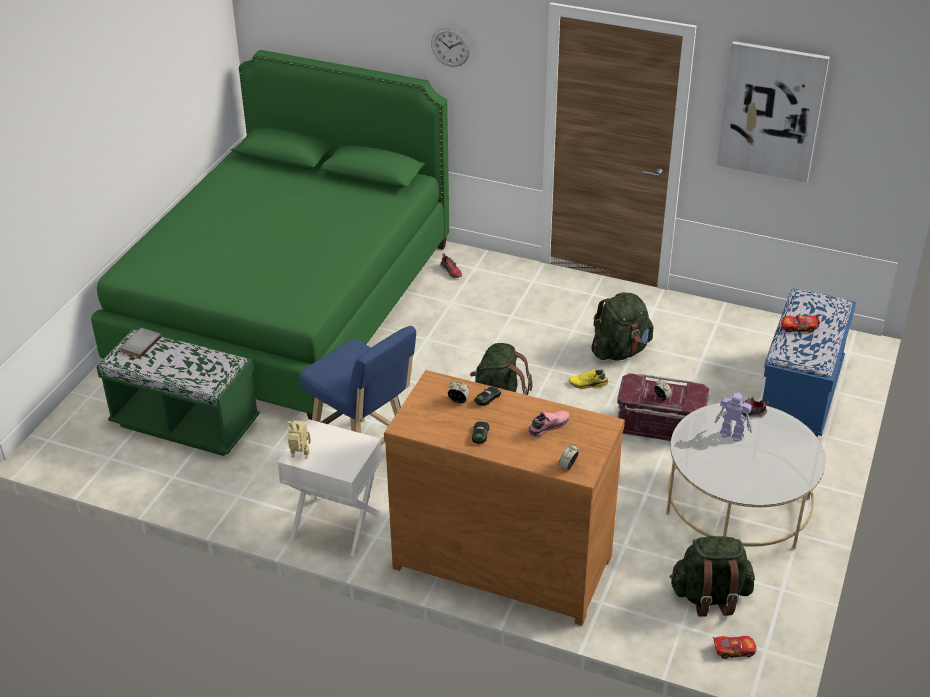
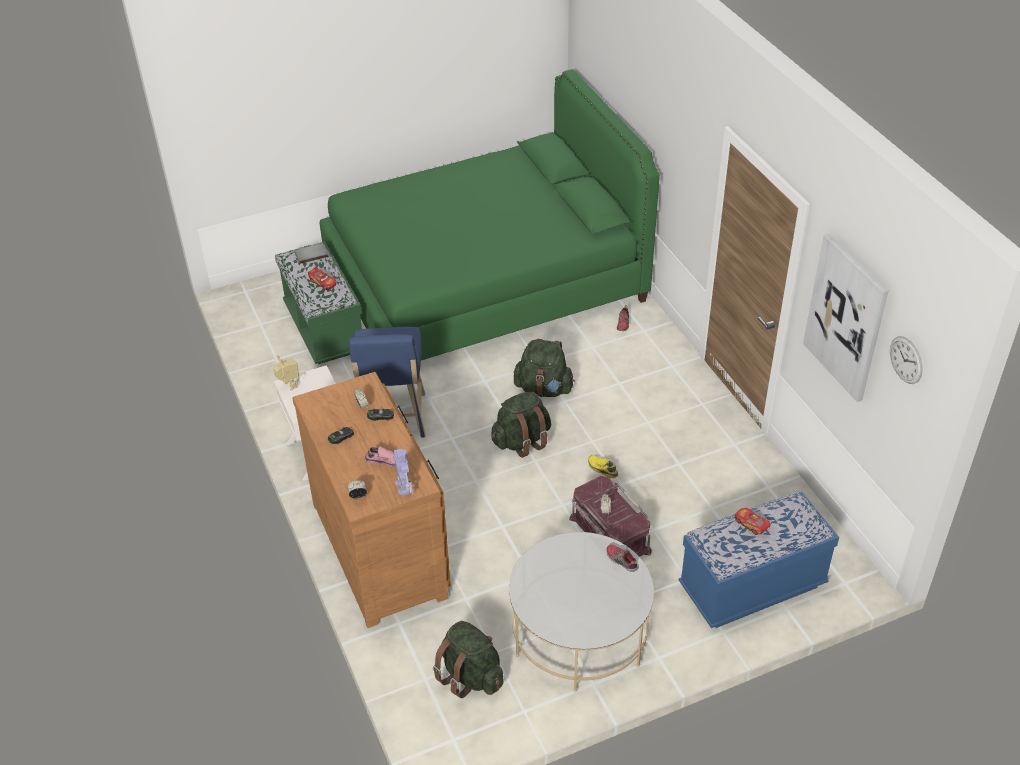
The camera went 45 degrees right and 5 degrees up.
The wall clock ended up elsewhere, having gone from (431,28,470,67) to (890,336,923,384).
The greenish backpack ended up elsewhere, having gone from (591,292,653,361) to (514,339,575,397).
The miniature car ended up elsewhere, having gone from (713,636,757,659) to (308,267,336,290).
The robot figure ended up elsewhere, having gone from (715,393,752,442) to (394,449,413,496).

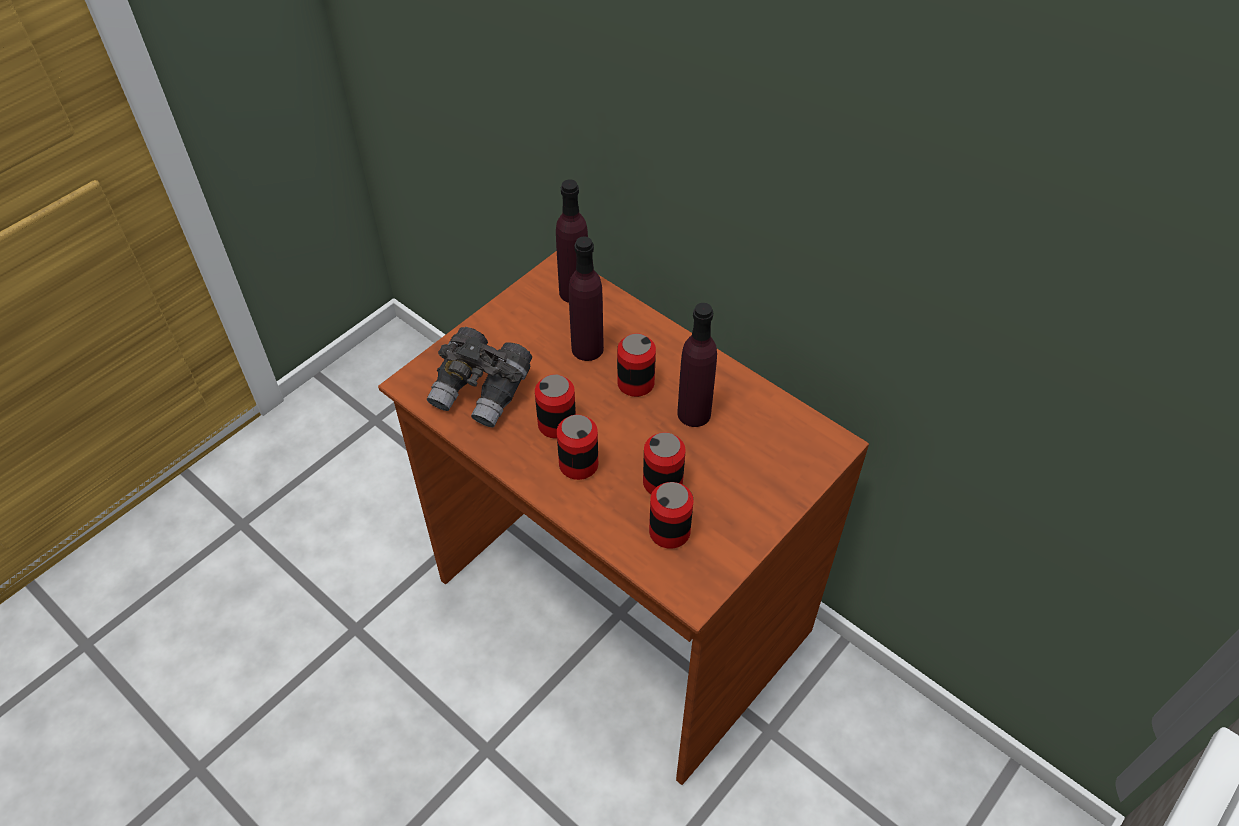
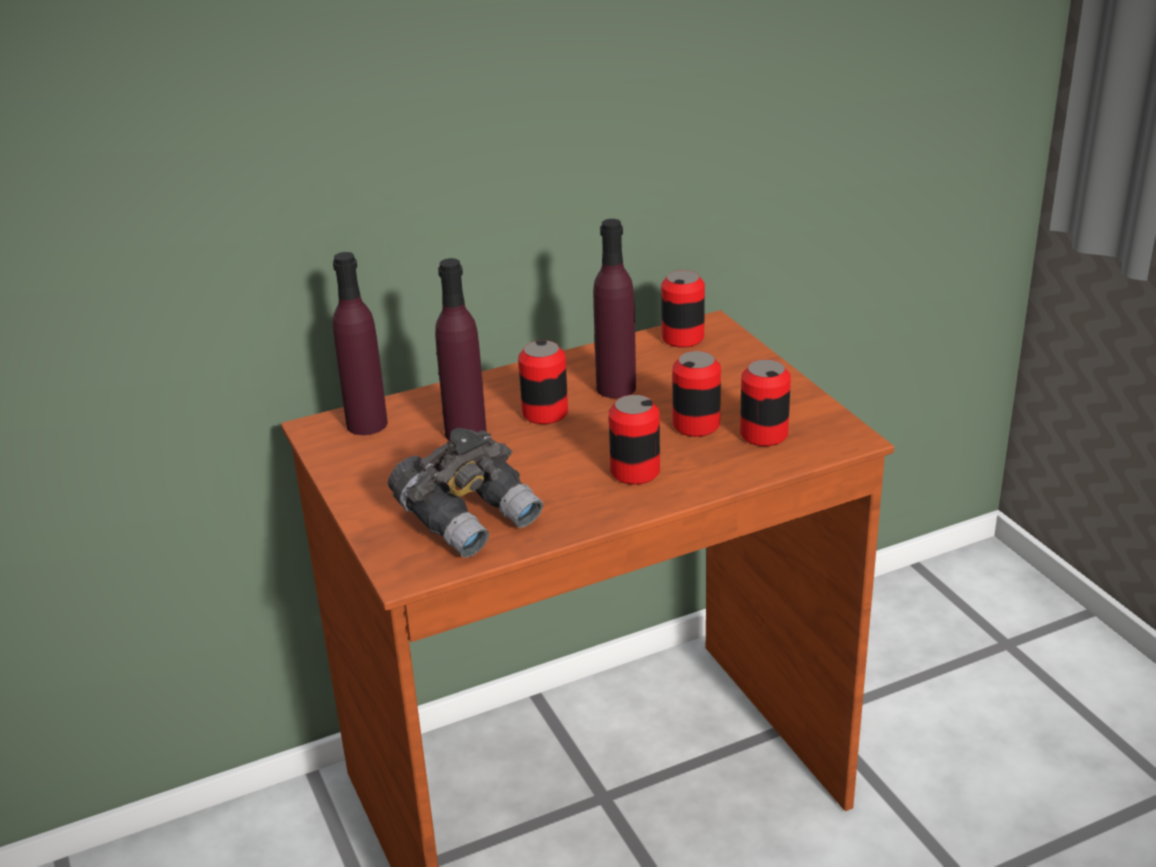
The camera went 65 degrees left and 20 degrees down.
The can ended up elsewhere, having gone from (535,374,576,439) to (661,270,705,348).

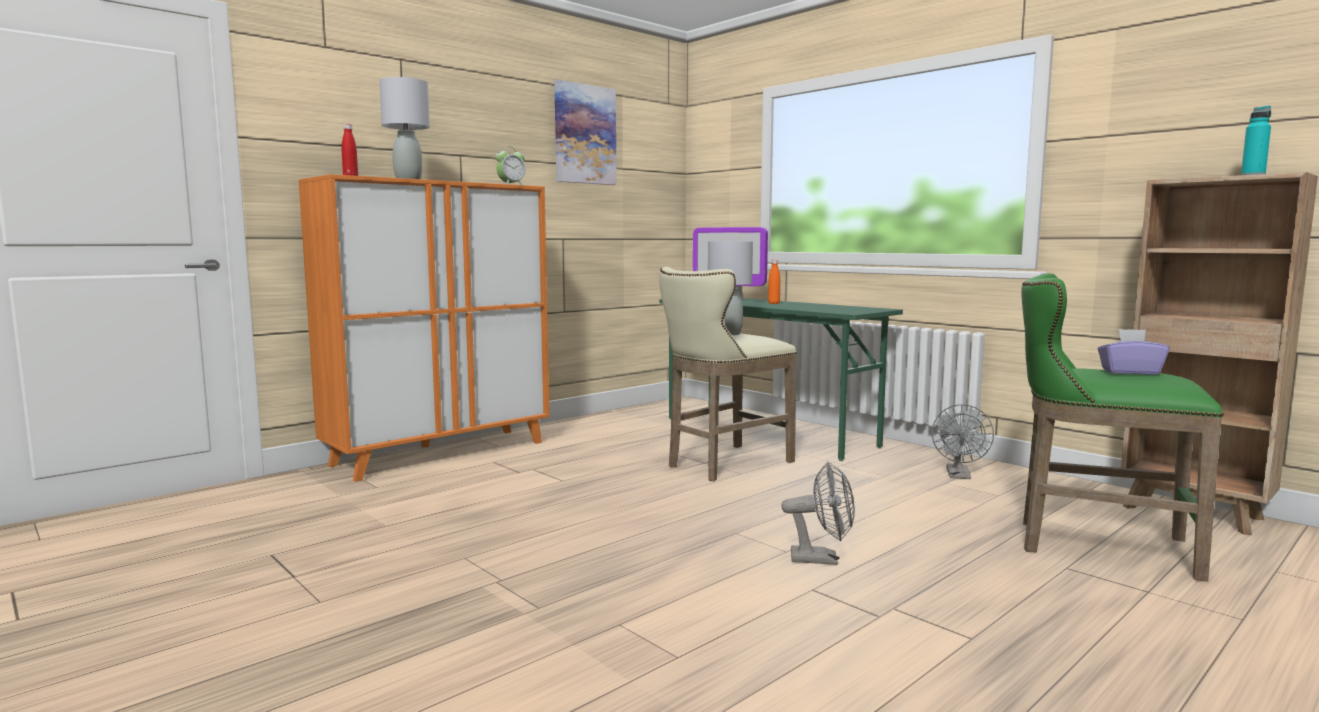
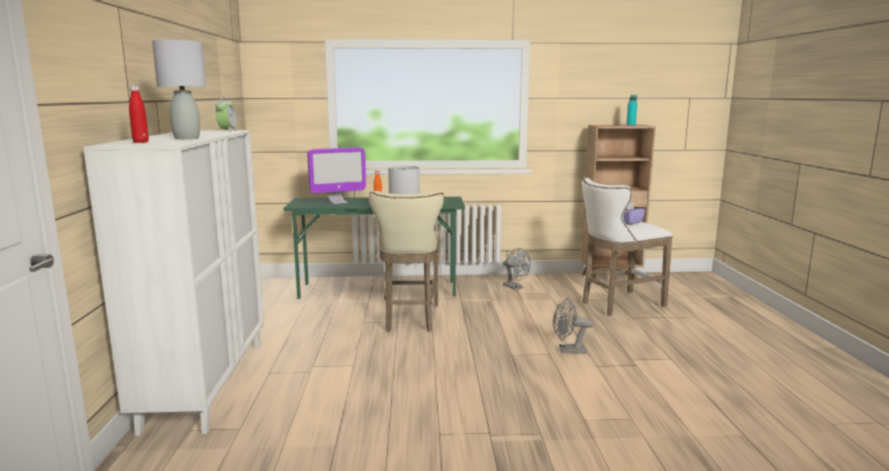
The camera went 50 degrees left and 5 degrees up.
The second view lost the wall art at (554,80,617,185).
What was the orange cupboard at (299,174,550,482) turned into the white-coloured cupboard at (84,130,265,436).
What was the greenish sitting stool at (1021,273,1224,582) turned into the white-coloured sitting stool at (582,178,673,316).
The gray fan at (781,462,855,565) ended up facing another way, 135 degrees counterclockwise from before.

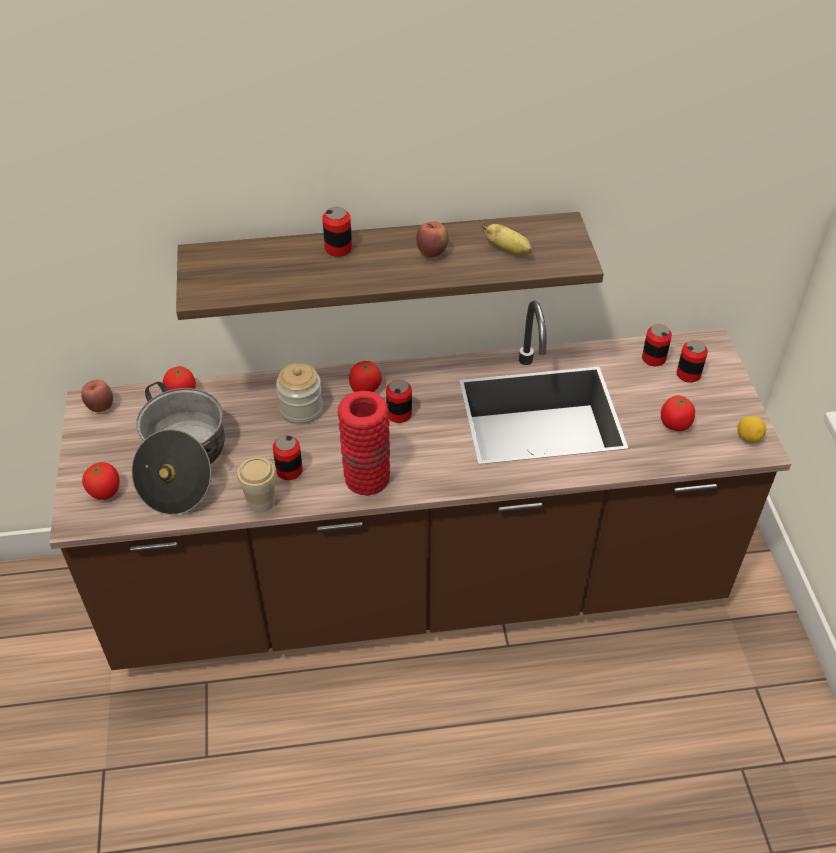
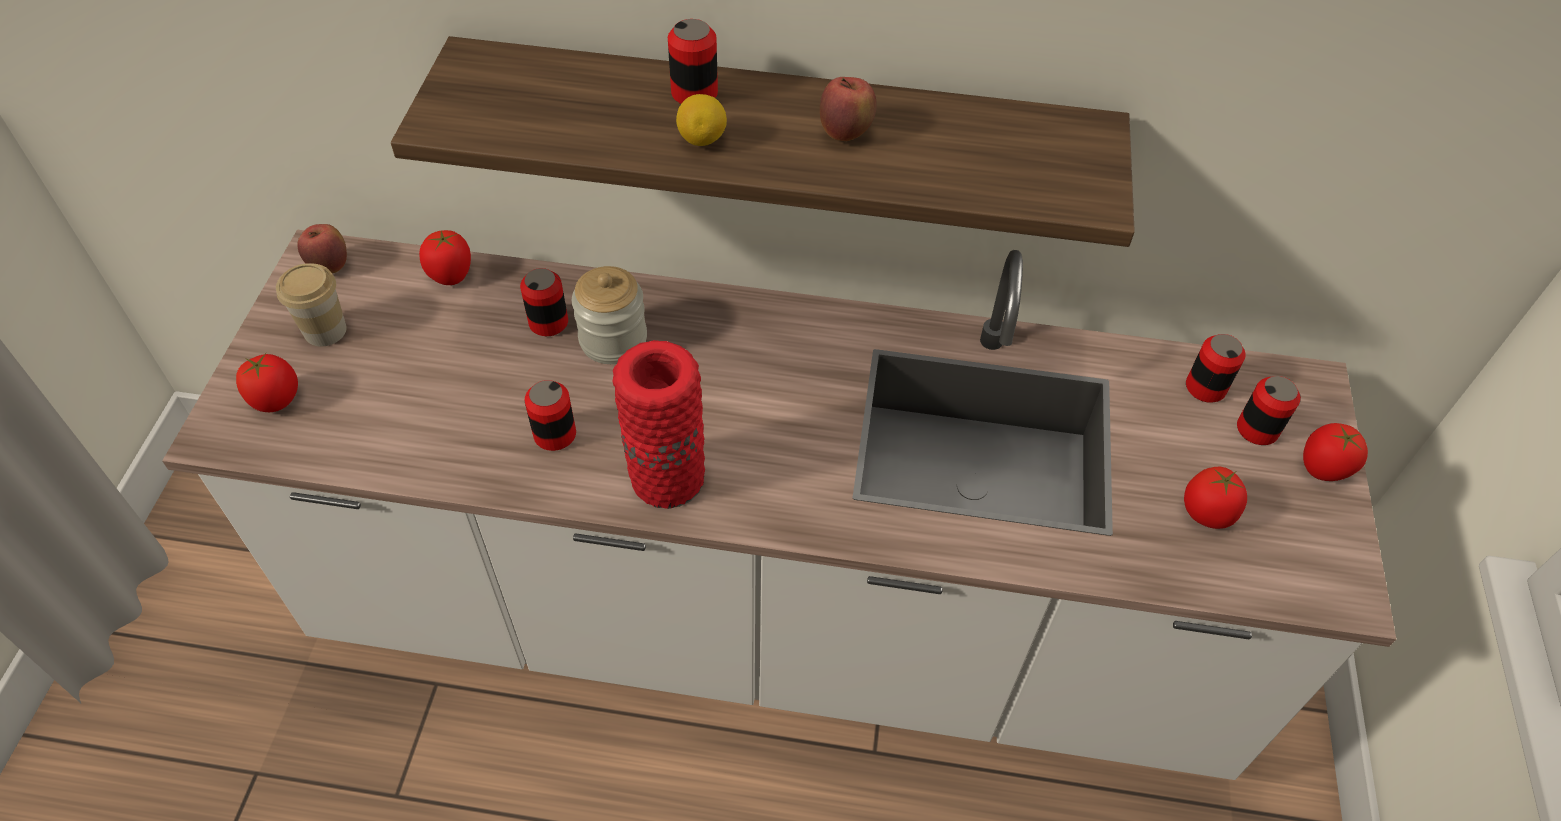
The camera went 15 degrees right and 5 degrees up.
The second view lost the cooking pot at (131,382,225,515).
The second view lost the banana fruit at (481,222,532,255).
The cup ended up elsewhere, having gone from (237,457,276,512) to (276,263,346,347).
The whole tomato ended up elsewhere, having gone from (349,361,382,392) to (1303,423,1368,481).
The can ended up elsewhere, having gone from (386,380,412,423) to (520,268,568,336).
The lemon ended up elsewhere, having gone from (737,416,766,443) to (676,94,727,146).
What was the brownish kitchen counter at (49,301,791,670) turned into the white-coloured kitchen counter at (162,230,1397,780).

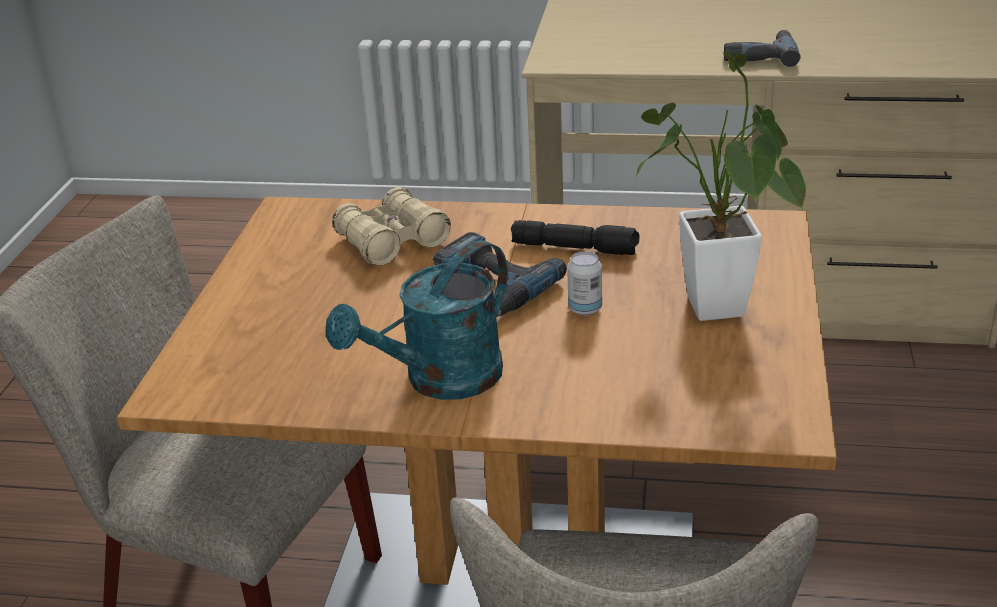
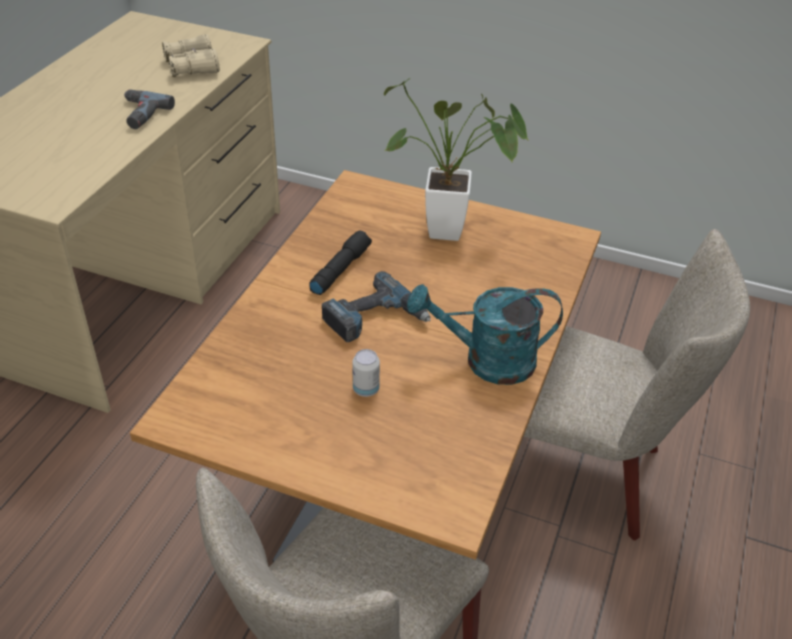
The camera went 80 degrees left and 10 degrees up.
The beige field glasses ended up elsewhere, having gone from (332,187,451,266) to (162,34,219,77).
The can ended up elsewhere, having gone from (567,252,602,316) to (352,349,380,397).
The turquoise-coloured watering can at (325,240,508,400) ended up facing another way, 120 degrees clockwise from before.

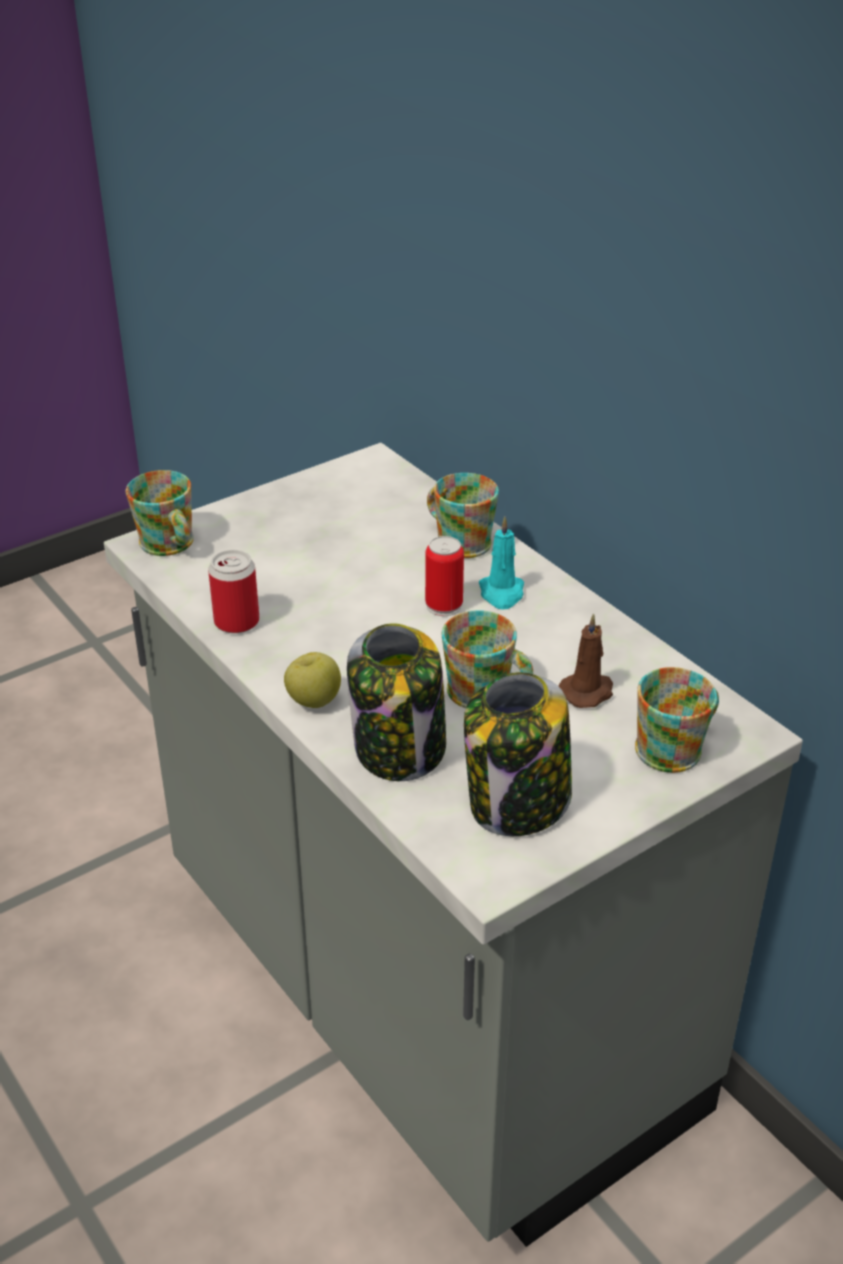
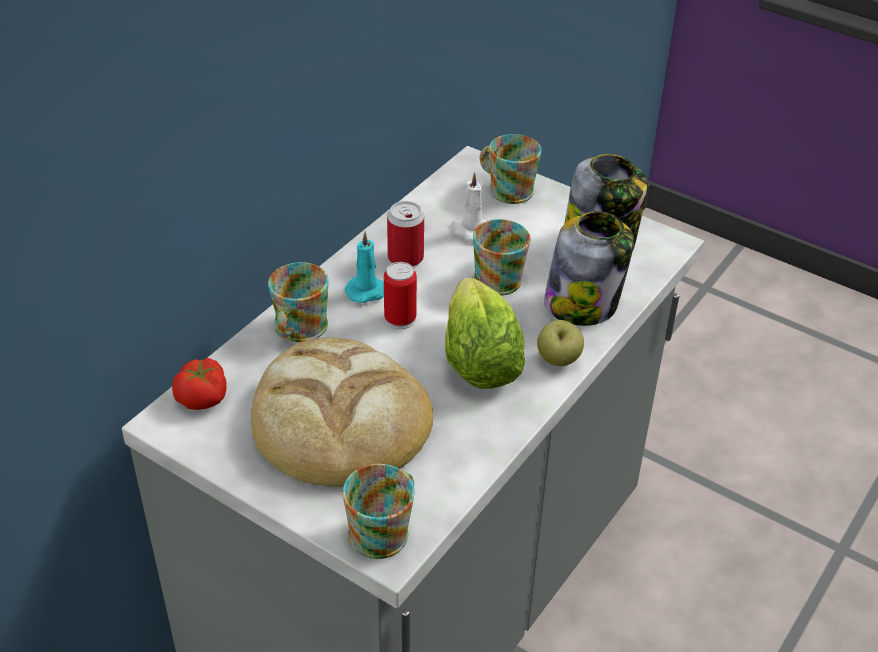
The camera went 110 degrees left and 5 degrees up.
The second view gained the whole tomato at (172,358,227,410).
The second view gained the baked bread at (251,338,433,487).
The second view gained the lettuce head at (445,278,525,389).
The can ended up elsewhere, having gone from (208,550,259,633) to (387,201,424,267).
What was the brownish wax candle at (559,613,613,708) turned into the white-coloured wax candle at (451,172,486,242).

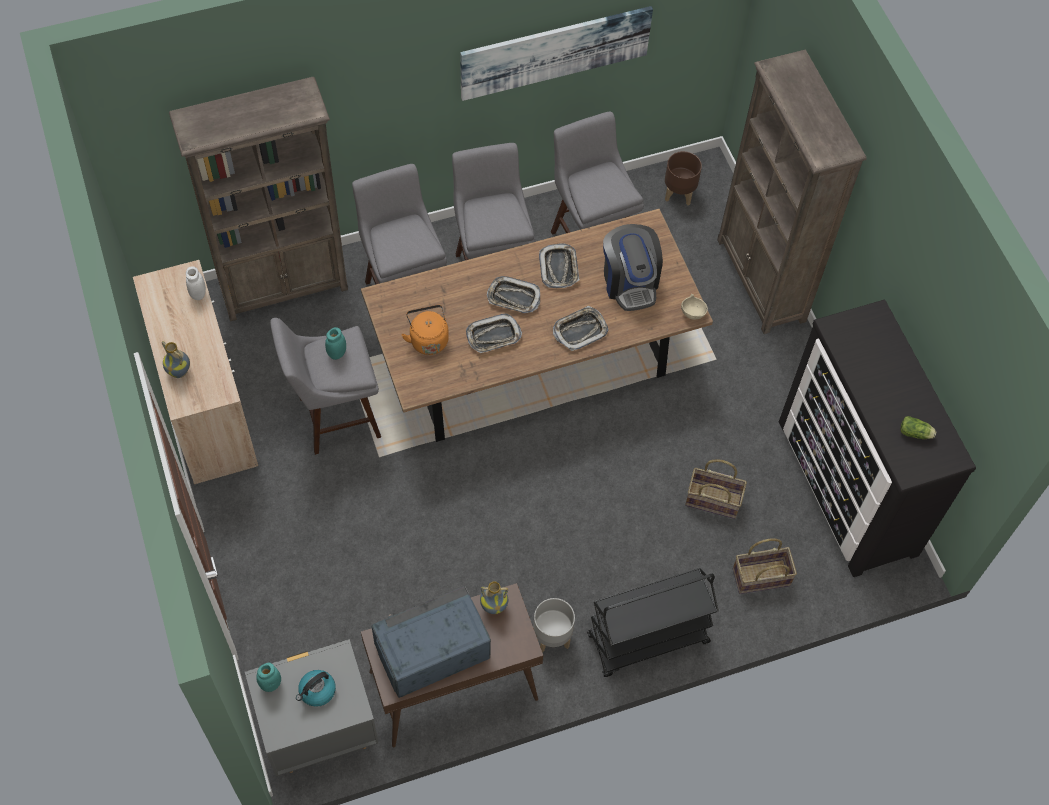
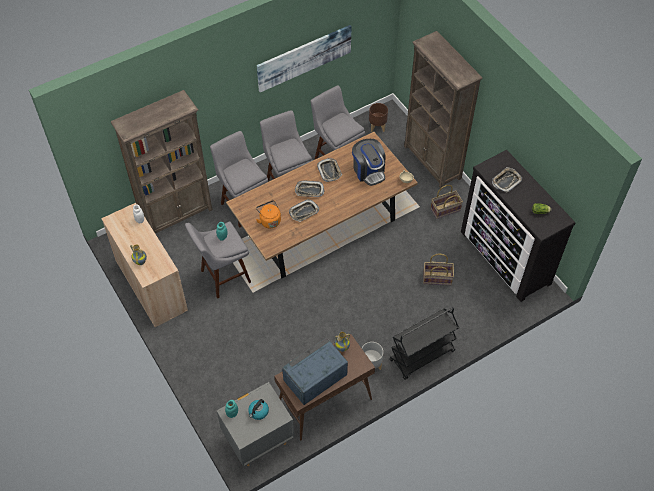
The camera went 10 degrees left and 5 degrees down.
The serving tray ended up elsewhere, having gone from (553,306,609,351) to (492,167,522,192).
The storage basket ended up elsewhere, having gone from (733,538,797,594) to (430,185,463,219).

